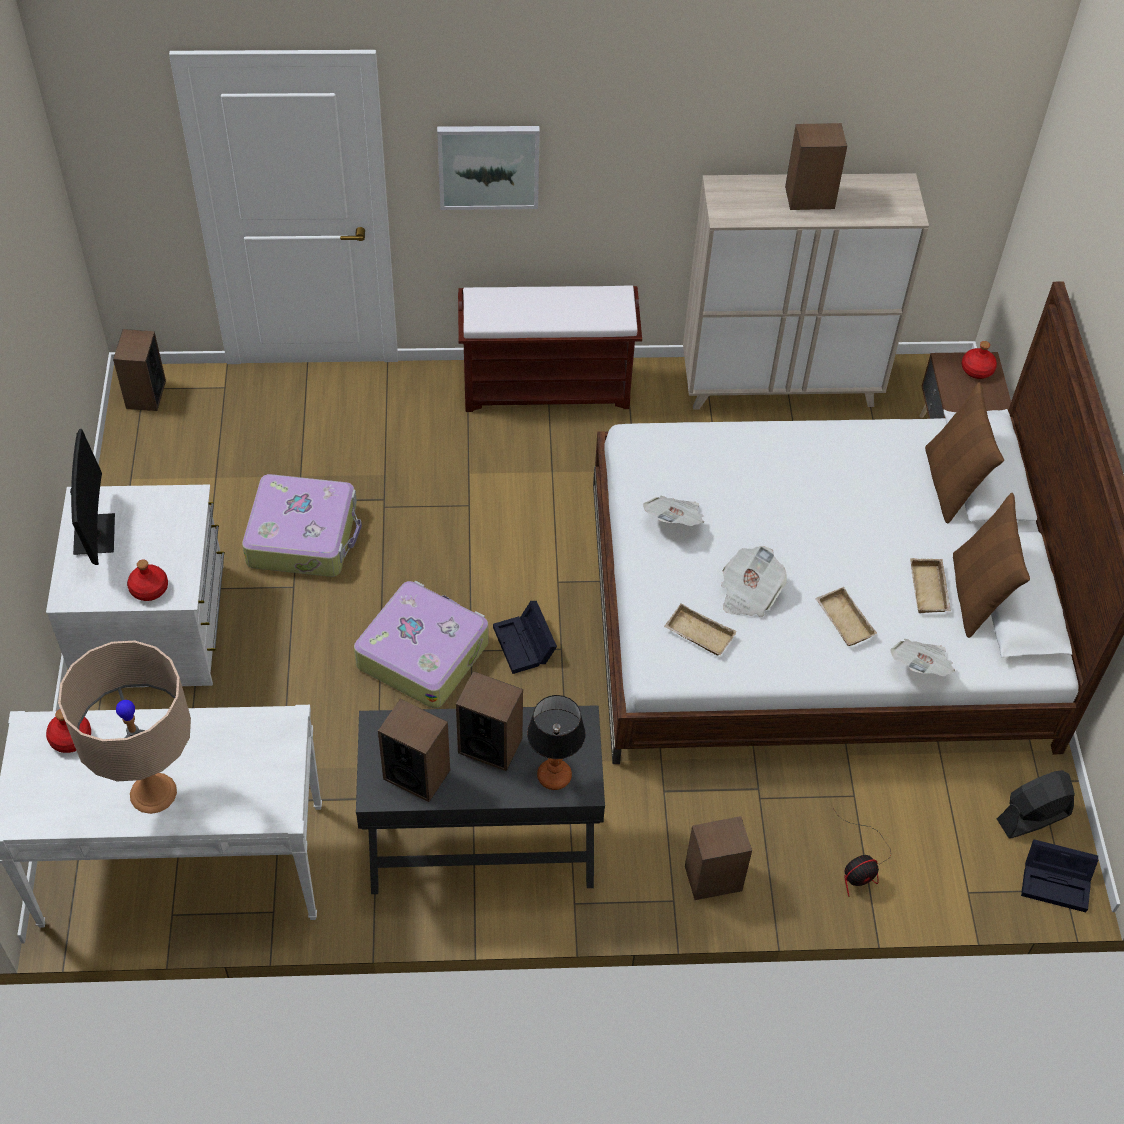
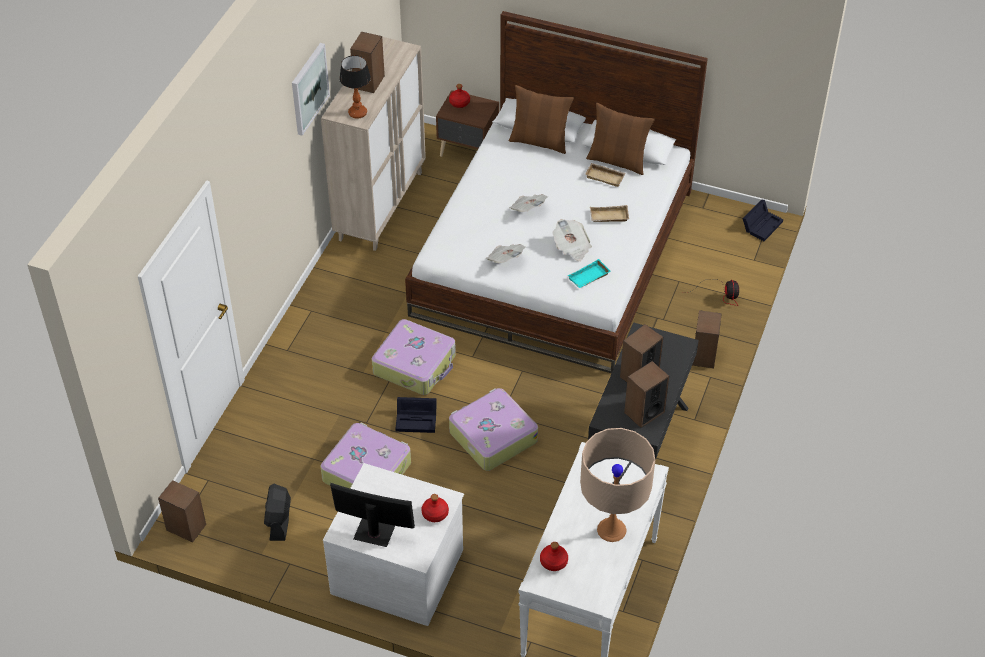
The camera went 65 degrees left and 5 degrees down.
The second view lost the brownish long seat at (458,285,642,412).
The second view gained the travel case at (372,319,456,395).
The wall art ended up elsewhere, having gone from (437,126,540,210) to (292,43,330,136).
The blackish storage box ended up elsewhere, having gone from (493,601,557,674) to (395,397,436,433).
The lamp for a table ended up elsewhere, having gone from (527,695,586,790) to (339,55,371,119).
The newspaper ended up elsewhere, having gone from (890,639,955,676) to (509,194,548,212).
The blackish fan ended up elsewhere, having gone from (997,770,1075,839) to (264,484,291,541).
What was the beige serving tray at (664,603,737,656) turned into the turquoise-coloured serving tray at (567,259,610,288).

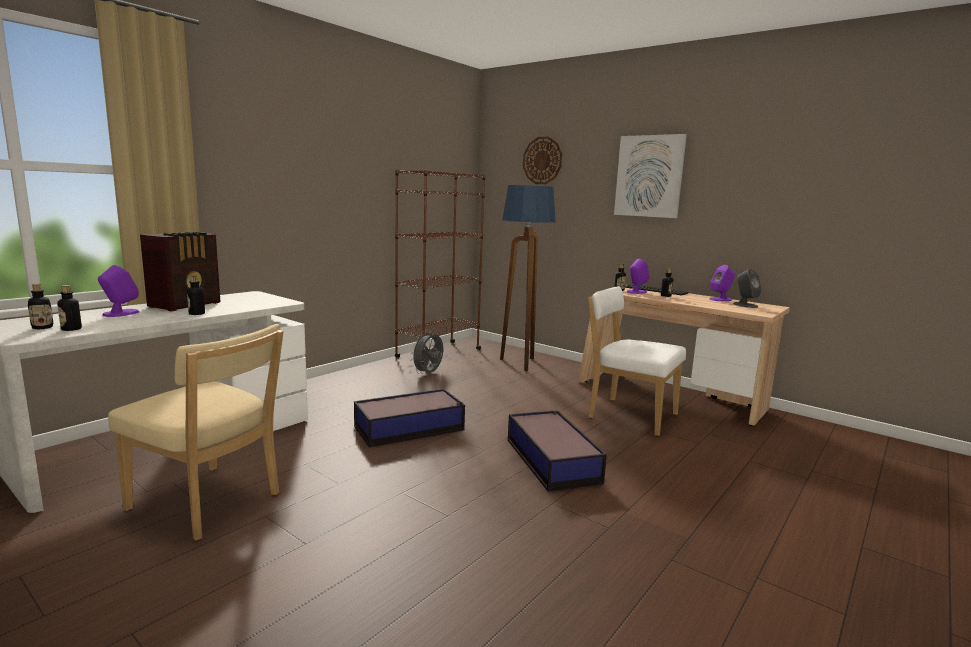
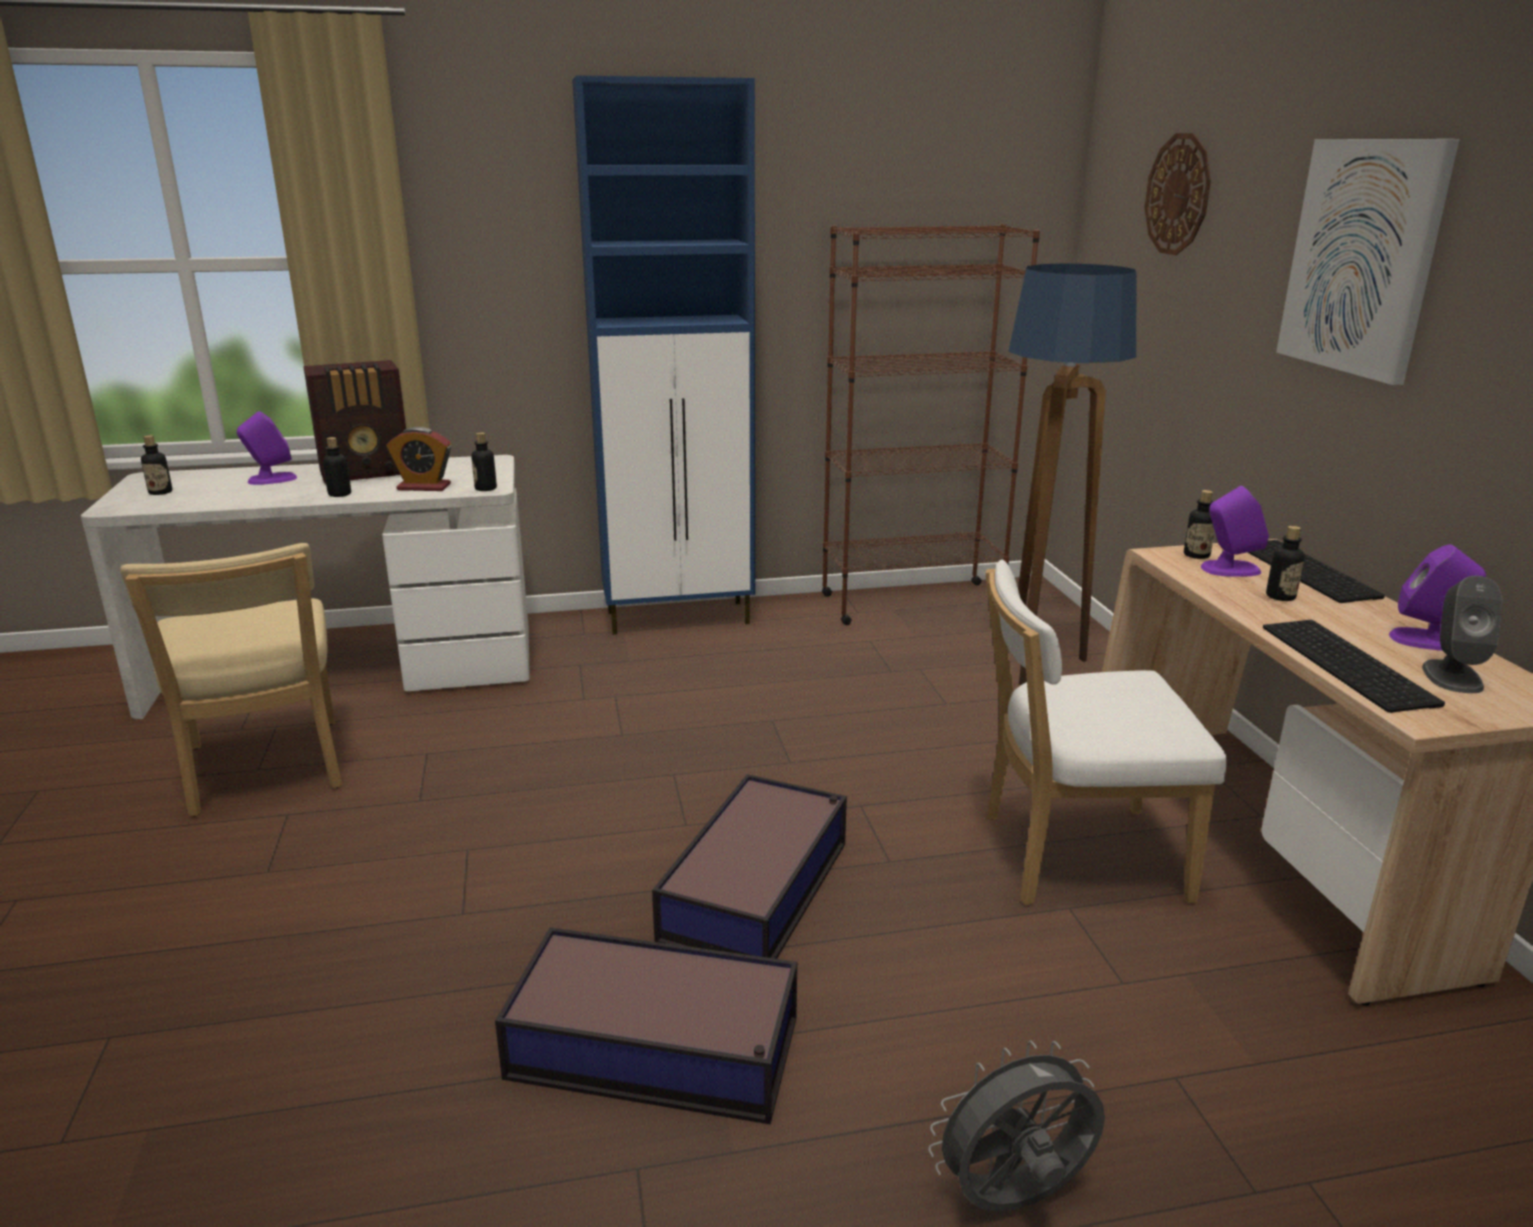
The camera went 40 degrees right and 10 degrees up.
The second view gained the table clock at (386,427,452,491).
The second view gained the blue-coloured cupboard at (572,76,755,635).
The second view gained the keyboard at (1263,620,1445,713).
The drink bottle ended up elsewhere, having gone from (57,285,82,331) to (471,432,497,491).
The storage box ended up elsewhere, having gone from (354,389,465,447) to (495,927,797,1124).
The gray fan ended up elsewhere, having gone from (410,330,443,374) to (928,1040,1105,1212).
The white-coloured plain chair at (588,286,686,436) ended up facing another way, 75 degrees counterclockwise from before.

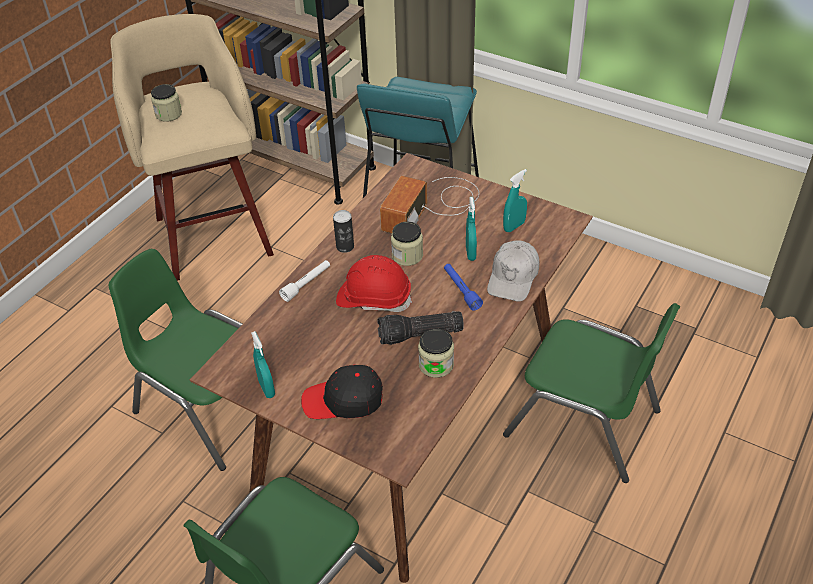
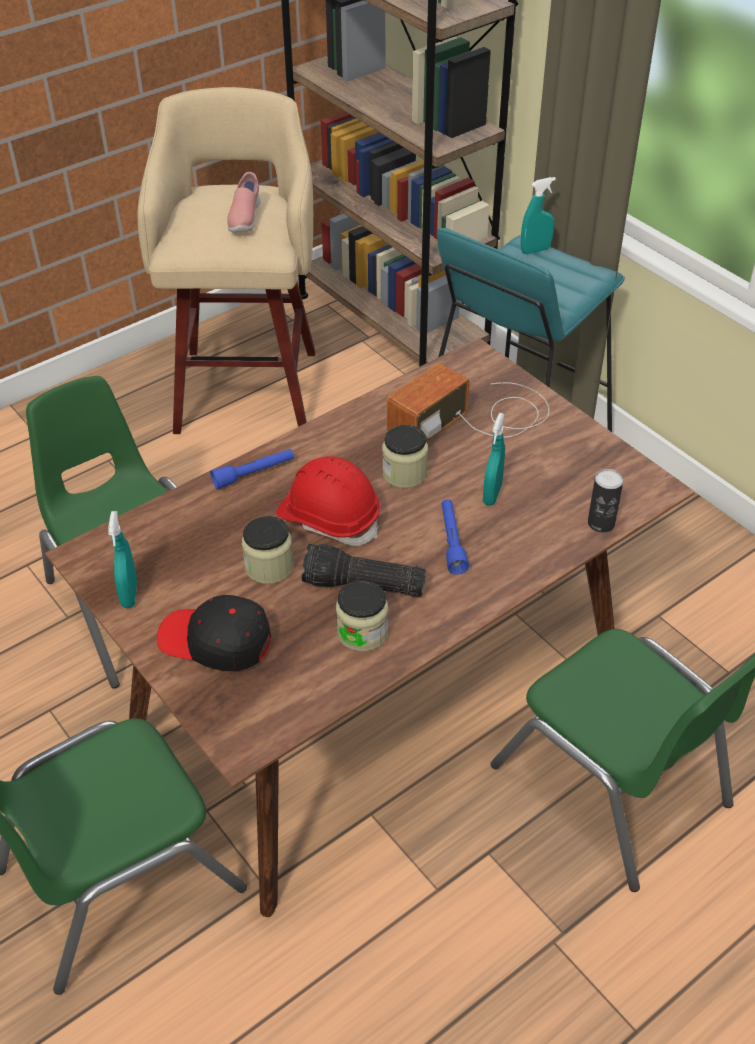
The camera went 20 degrees right and 0 degrees up.
The second view lost the white-coloured cap at (487,240,540,302).
The second view gained the pinkish shoe at (227,172,261,233).
The preserve jar ended up elsewhere, having gone from (151,84,182,122) to (242,516,293,584).
The can ended up elsewhere, having gone from (333,210,354,253) to (588,469,623,533).
The turquoise-coloured hand sprayer ended up elsewhere, having gone from (503,169,527,232) to (521,177,556,254).
What was the white-coloured flashlight at (279,260,330,302) turned into the blue-coloured flashlight at (210,449,294,489).

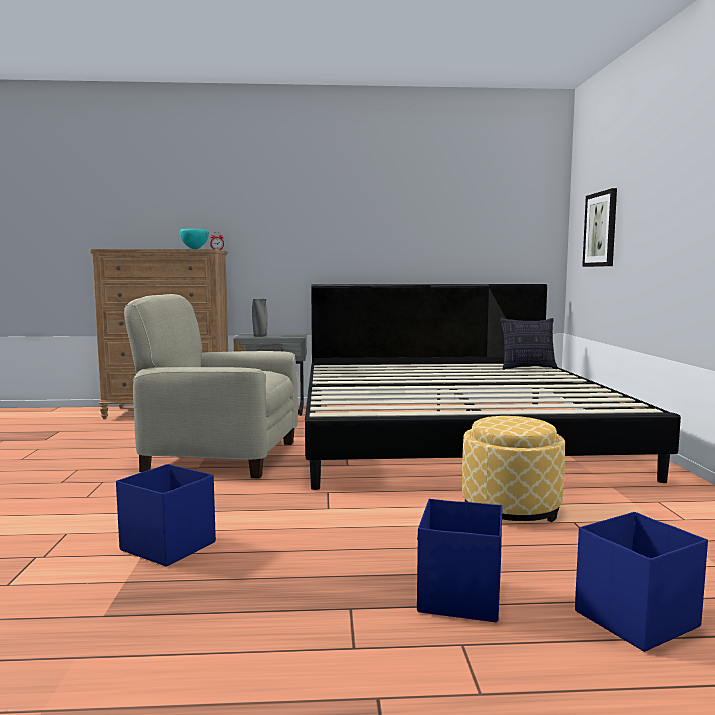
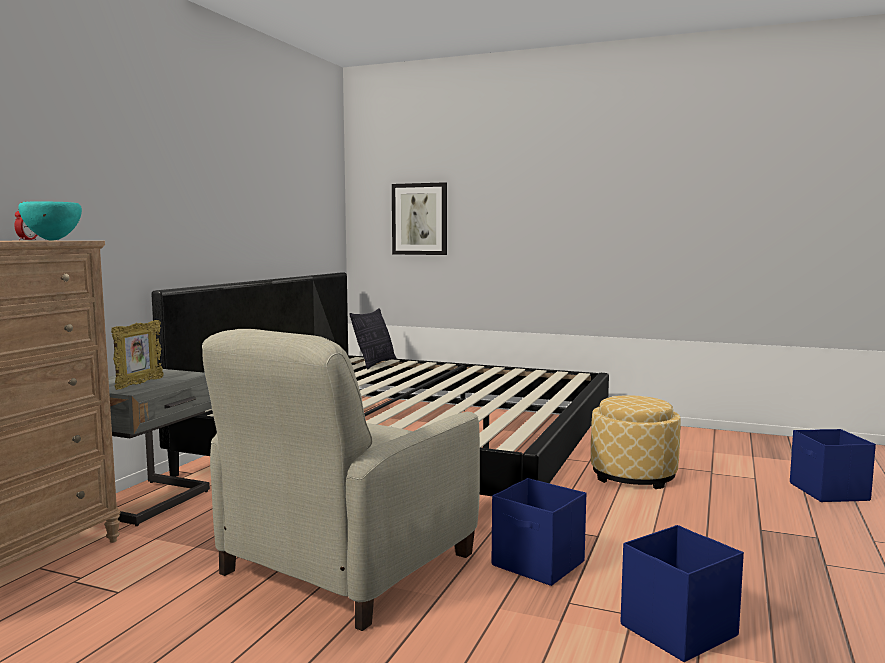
The camera went 65 degrees left and 0 degrees up.
The blue-coloured storage box ended up elsewhere, having gone from (417,499,502,622) to (492,478,586,586).
Where the gray vase stood at (252,299,268,337), the picture frame came to stand at (111,320,163,390).

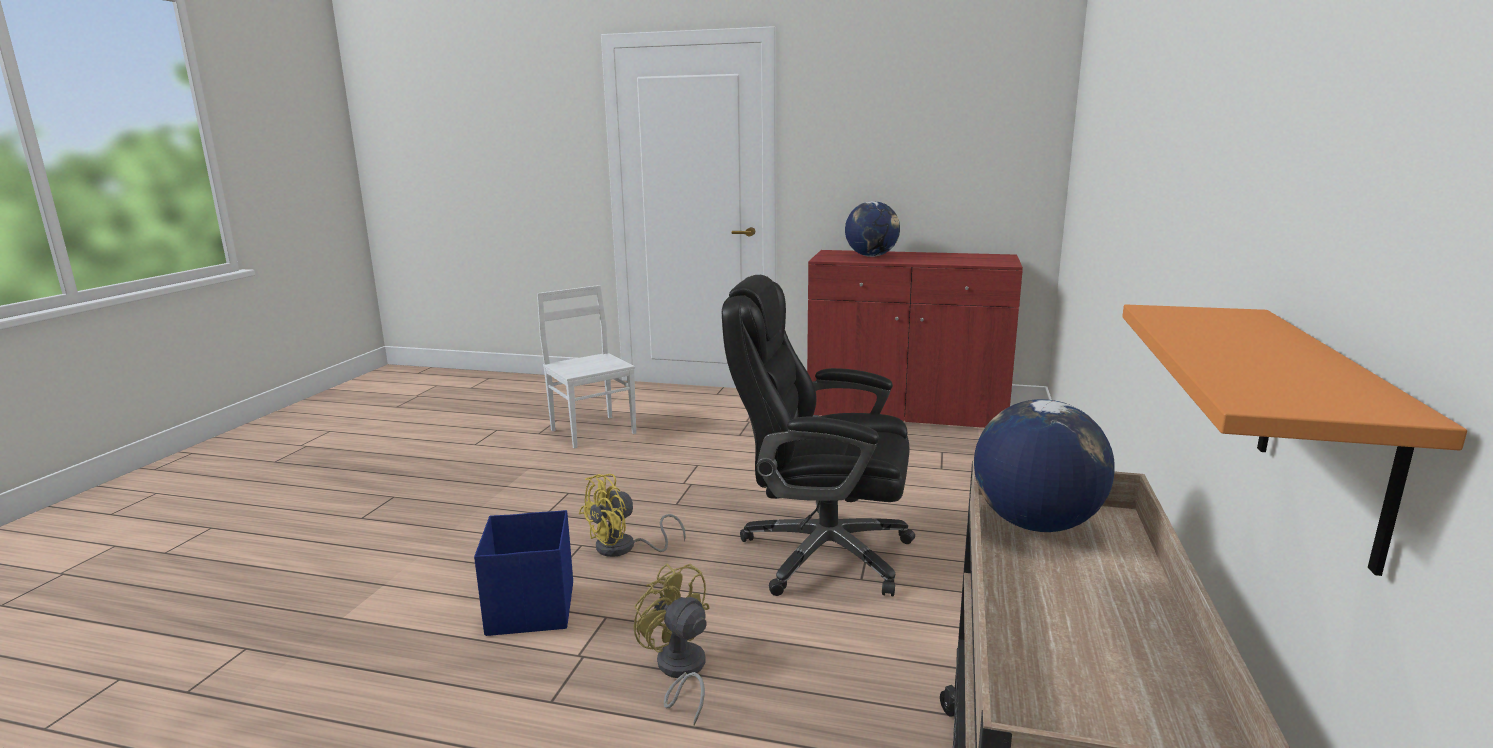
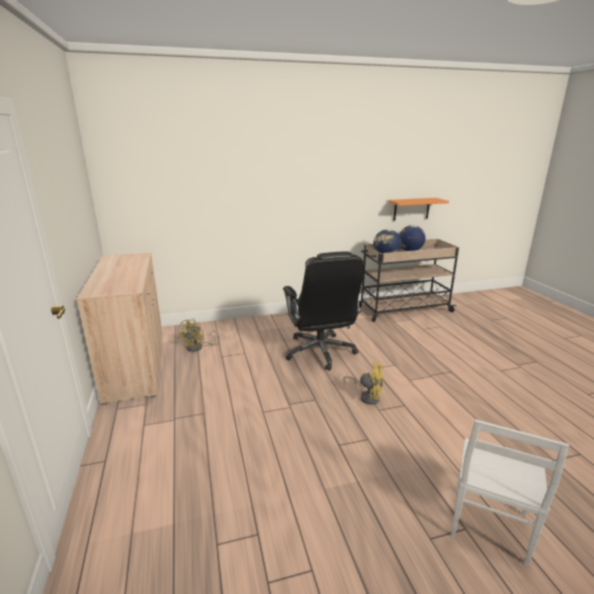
The camera went 120 degrees left and 5 degrees up.
The second view lost the blue-coloured storage box at (474,510,573,636).
The white-coloured plain chair ended up elsewhere, having gone from (537,285,636,448) to (451,420,569,566).
The yellowish fan ended up elsewhere, having gone from (633,563,709,725) to (177,319,219,352).
The globe ended up elsewhere, having gone from (845,201,900,257) to (399,225,426,251).
What was the red cupboard at (807,250,1023,428) turned into the beige cupboard at (76,252,162,405).

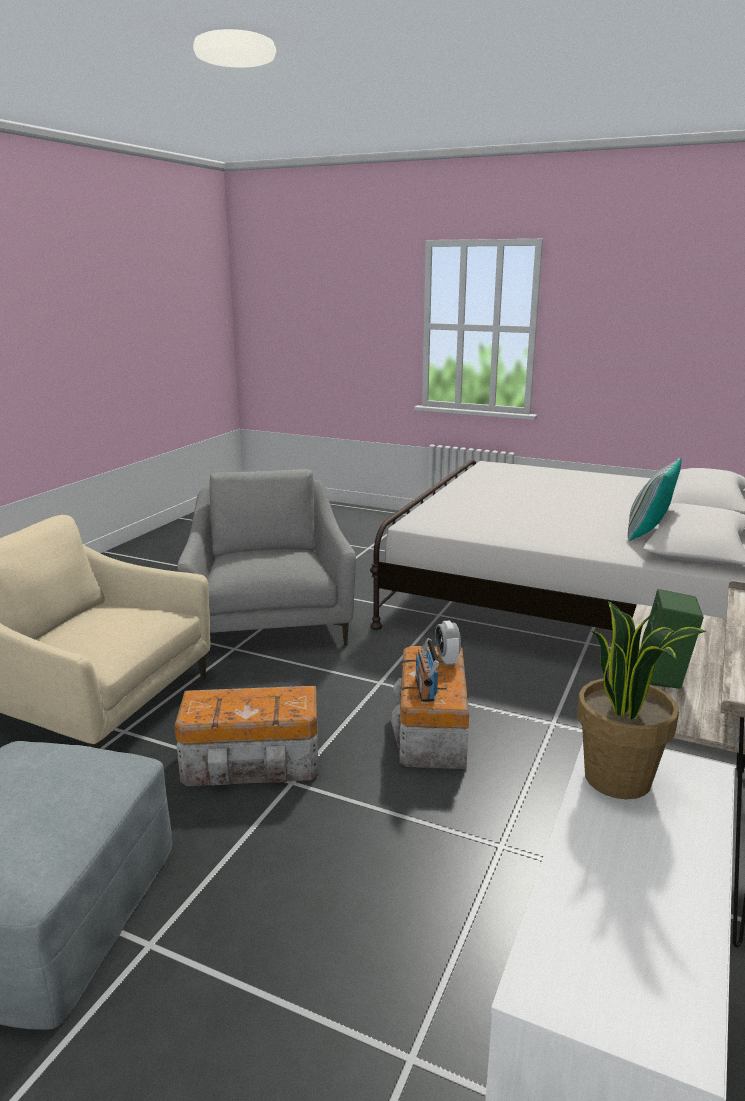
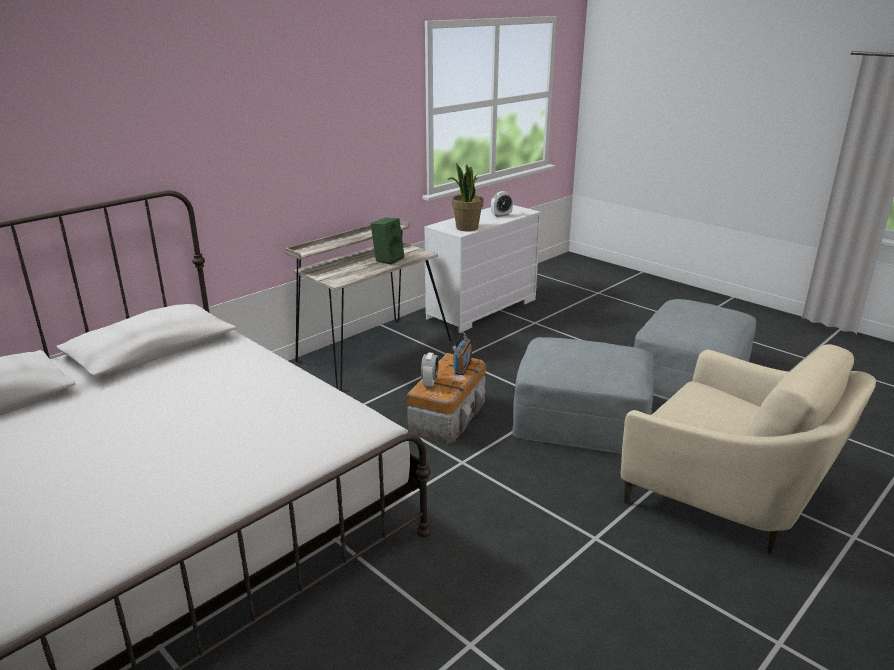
The camera went 160 degrees left and 5 degrees up.
The second view lost the gray easy chair at (177,469,356,646).
The second view lost the throw pillow at (628,457,682,541).
The second view gained the table clock at (491,191,513,217).
Where the storage box stood at (174,686,318,786), the gray footrest came to stand at (512,337,654,454).

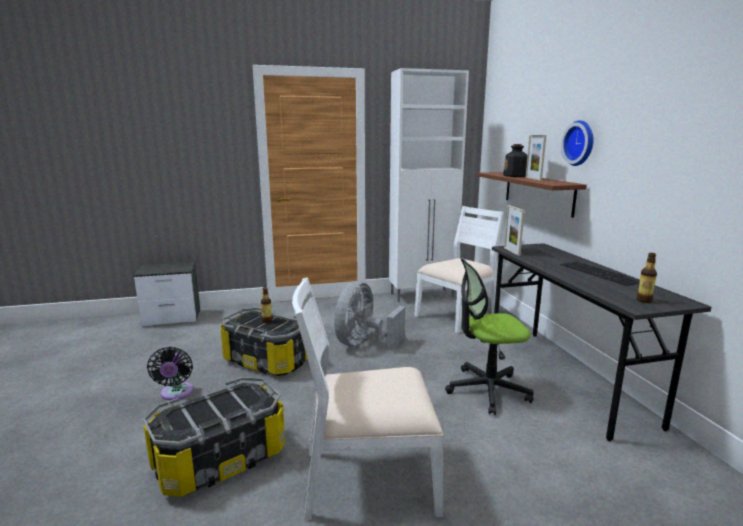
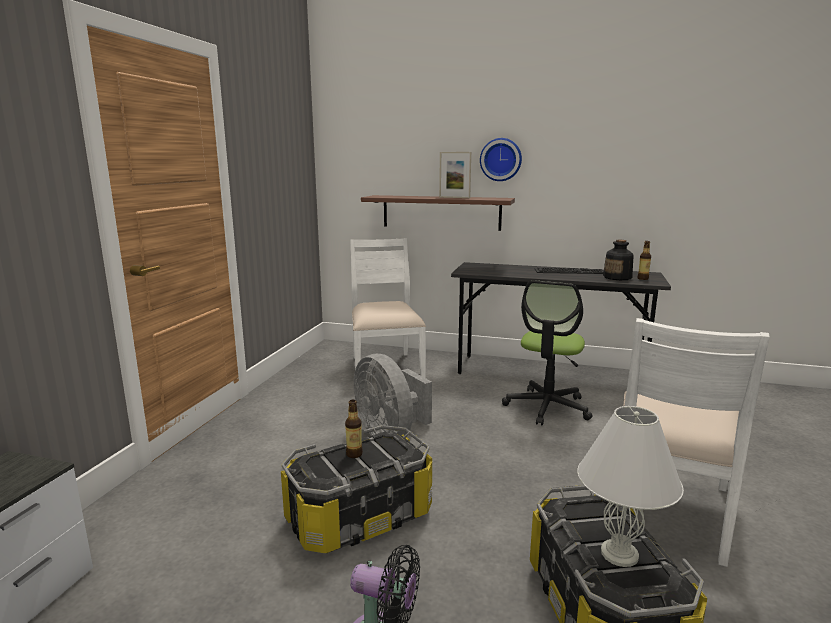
The camera went 60 degrees left and 0 degrees up.
The second view lost the white-coloured cupboard at (389,68,469,302).
The second view lost the picture frame at (504,205,525,256).
The second view gained the white-coloured lamp for a table at (577,406,684,567).
The drink bottle ended up elsewhere, having gone from (503,144,527,177) to (603,240,634,280).

